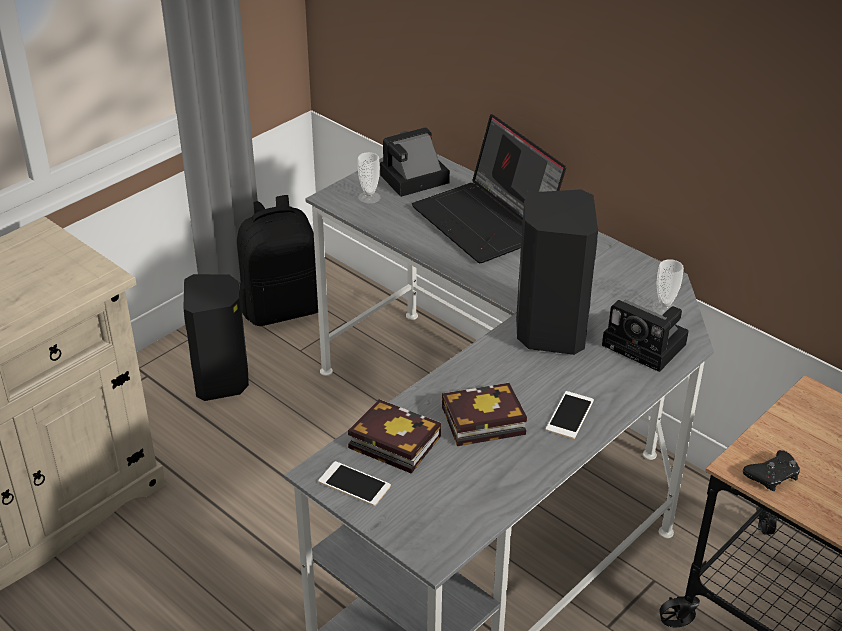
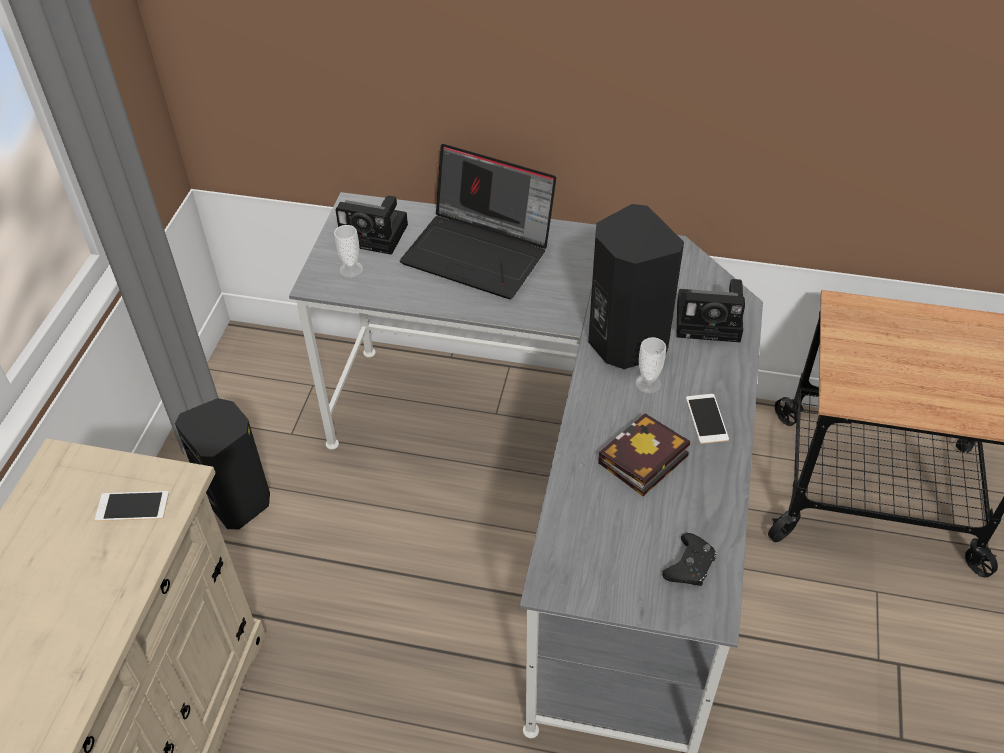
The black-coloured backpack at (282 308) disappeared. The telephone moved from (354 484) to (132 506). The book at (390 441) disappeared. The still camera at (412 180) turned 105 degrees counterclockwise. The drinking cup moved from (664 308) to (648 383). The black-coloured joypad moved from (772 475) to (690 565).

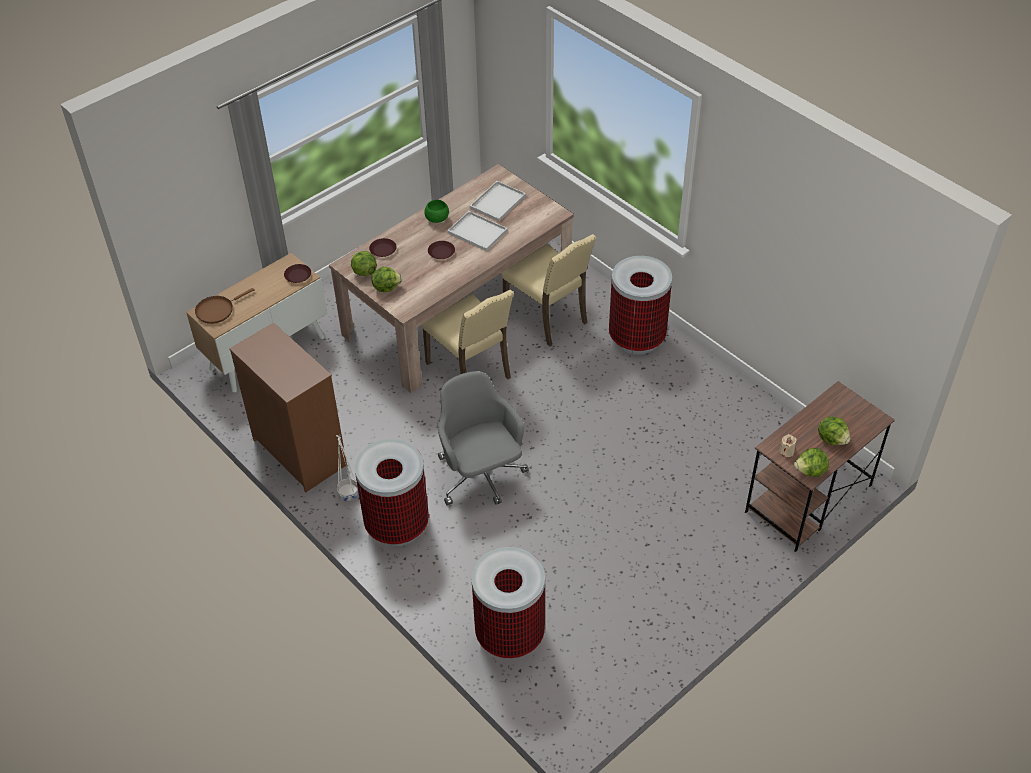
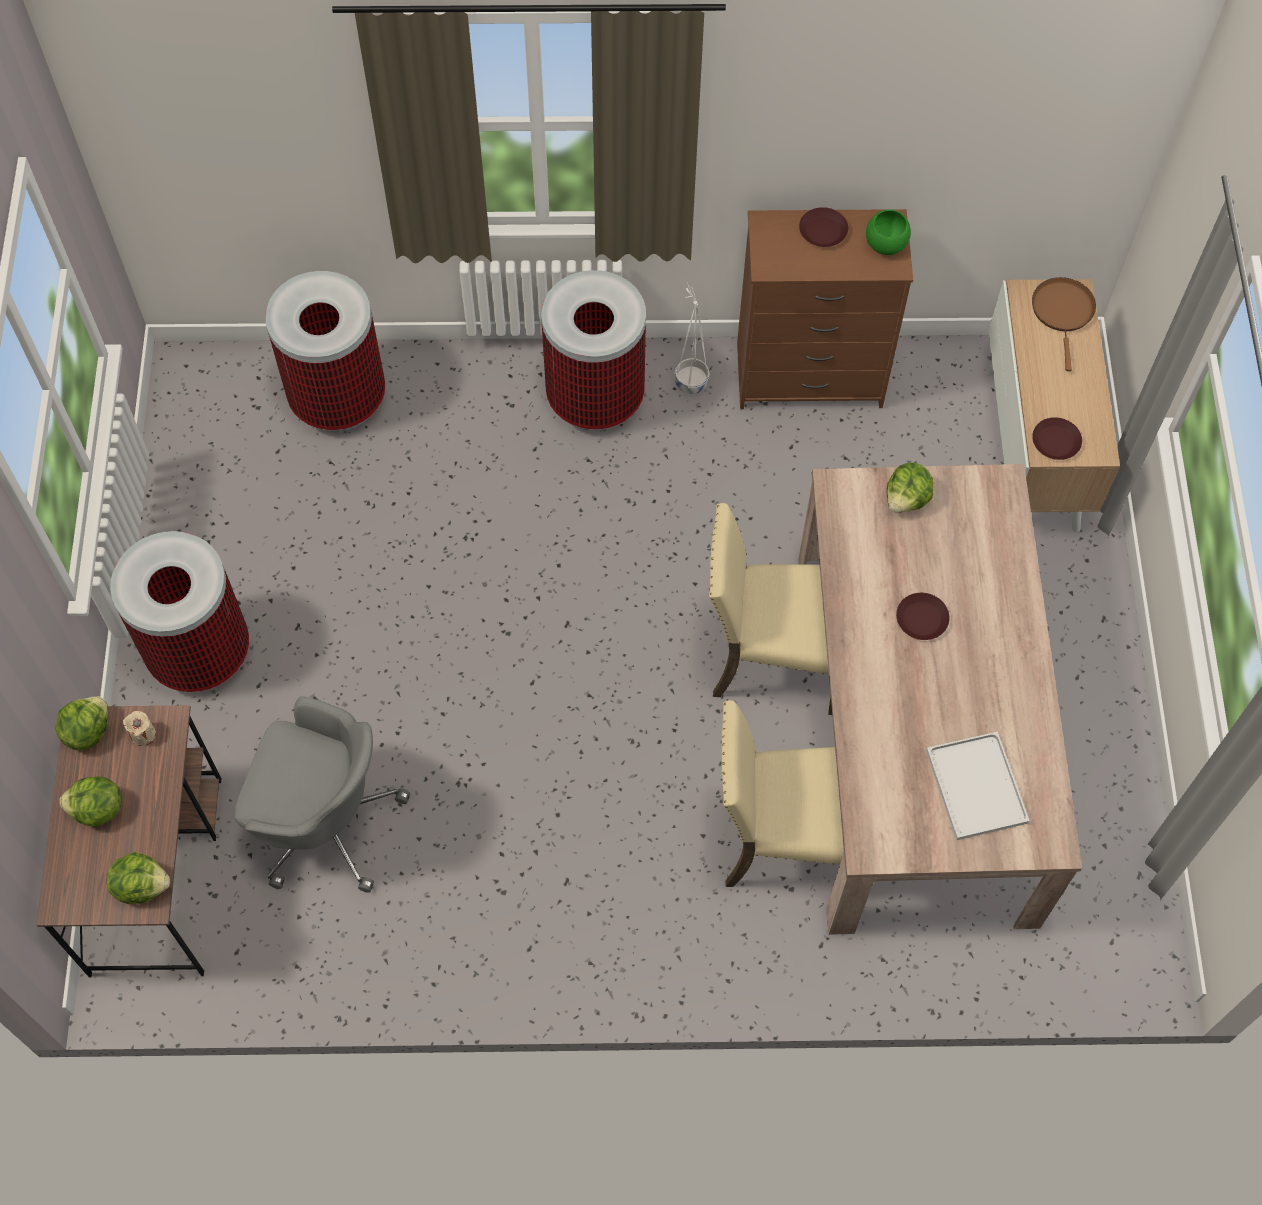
The lettuce head moved from (364 272) to (142 885). The brownish plate moved from (382 250) to (823 230). The green-coloured serving bowl moved from (437 219) to (885 244). The grey computer chair moved from (481 476) to (325 822). The whitish serving tray at (476 232) disappeared. The waste bin moved from (637 338) to (200 653).

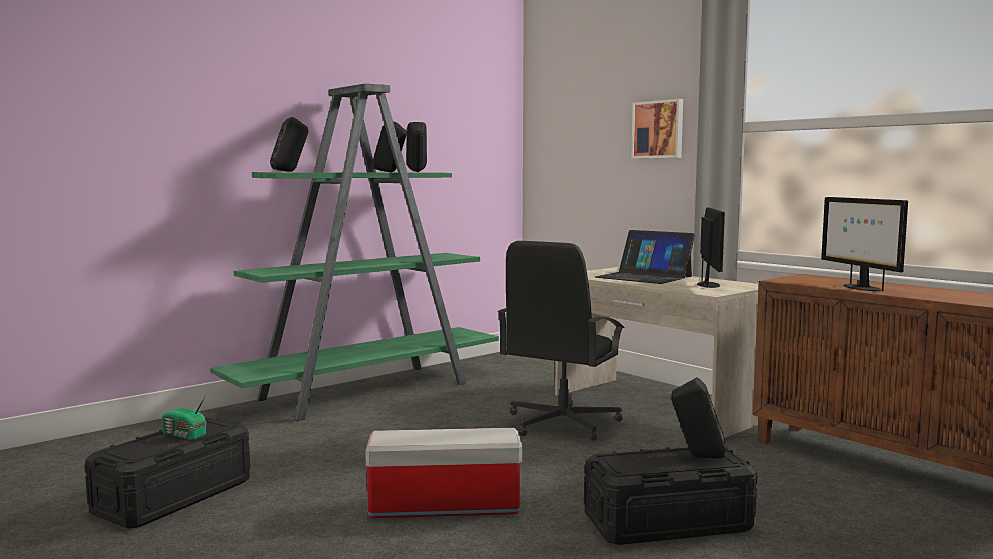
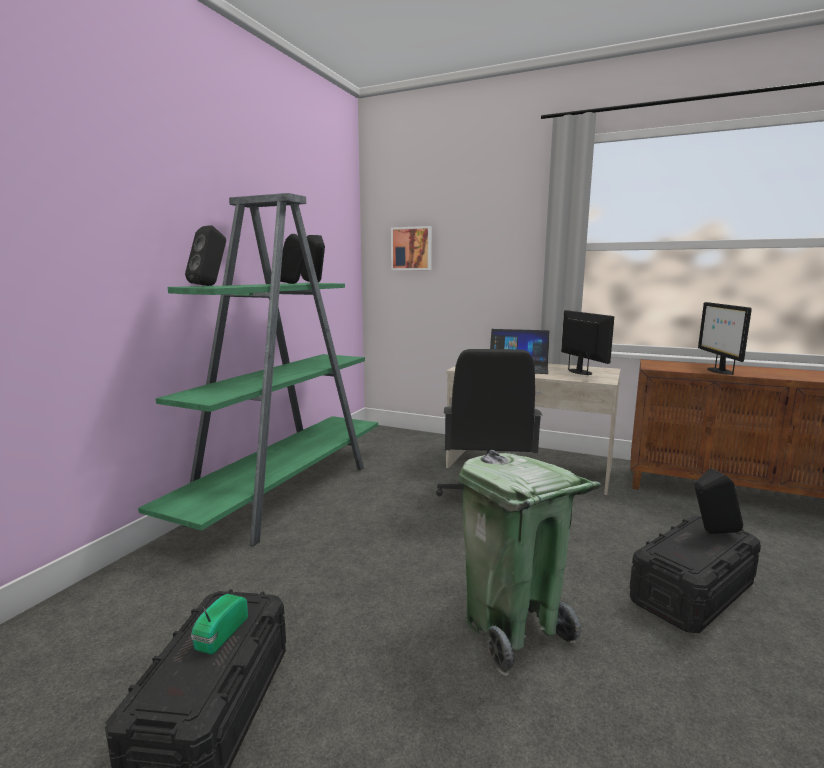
The radio set at (184 435) turned 105 degrees clockwise. The storage box at (442 506) was replaced by the green-coloured waste bin at (512 629). The wall picture moved from (658 129) to (412 248). The computer display at (860 288) turned 45 degrees clockwise.

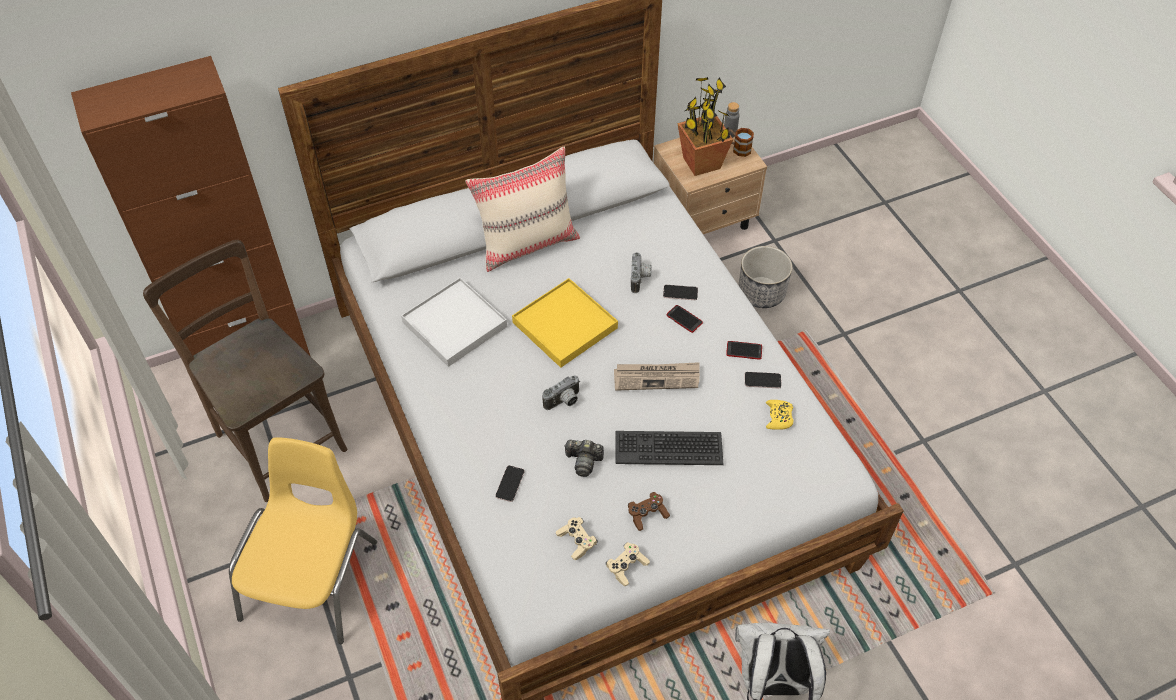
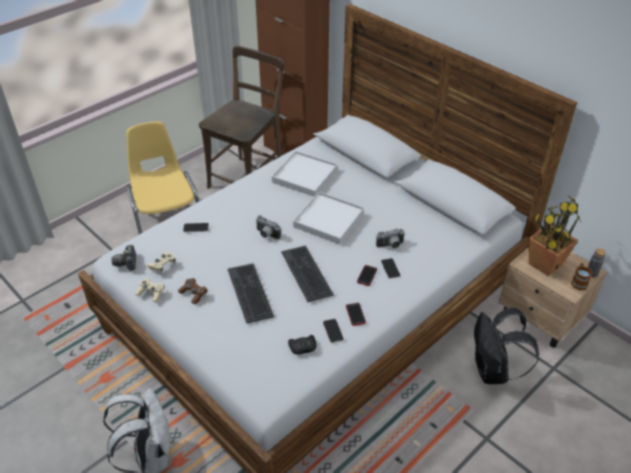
The yellowish plain chair at (312 578) turned 105 degrees counterclockwise. The beige pillow at (527 243) disappeared. The yellowish serving tray at (564 325) became the whitish serving tray at (328 220). The still camera moved from (584 461) to (127 262). The daily paper at (657 377) was replaced by the computer keyboard at (307 273). The plant pot at (761 292) was replaced by the black-coloured backpack at (493 371). The yellowish joypad at (778 417) became the black-coloured joypad at (303 347).

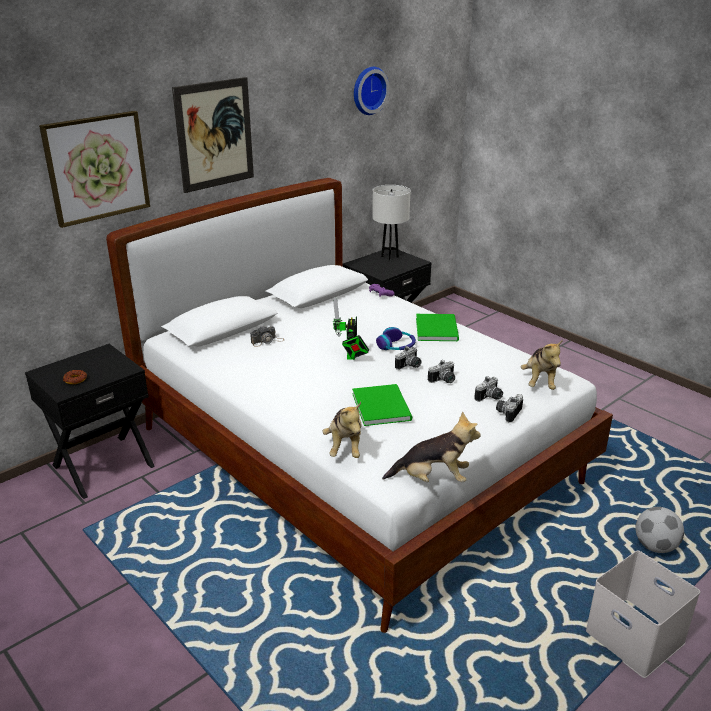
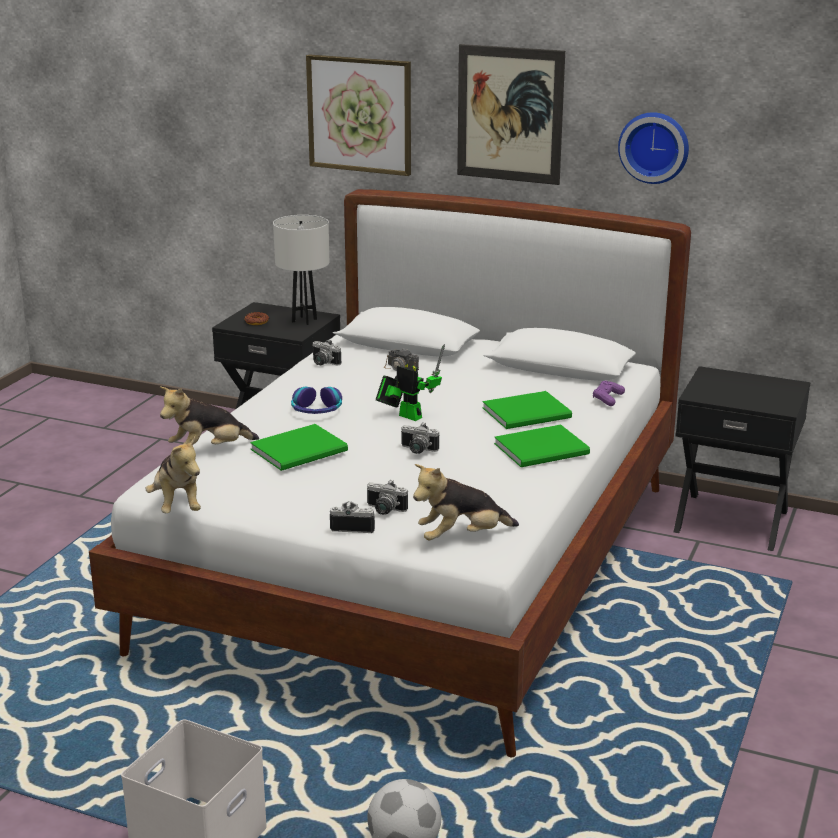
The toy robot at (351 357) turned 60 degrees clockwise. The clock on the wall moved from (368 90) to (654 147). The whitish lamp for a table moved from (390 257) to (304 320). The pair of headphones moved from (396 346) to (316 411). The still camera moved from (443 381) to (323 363). The green-coloured book at (529 413) appeared.

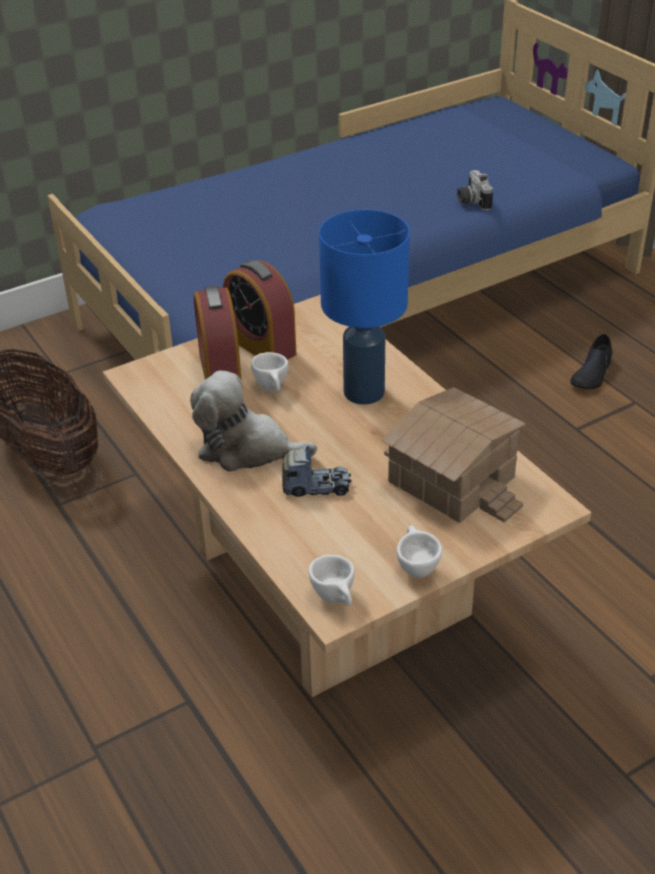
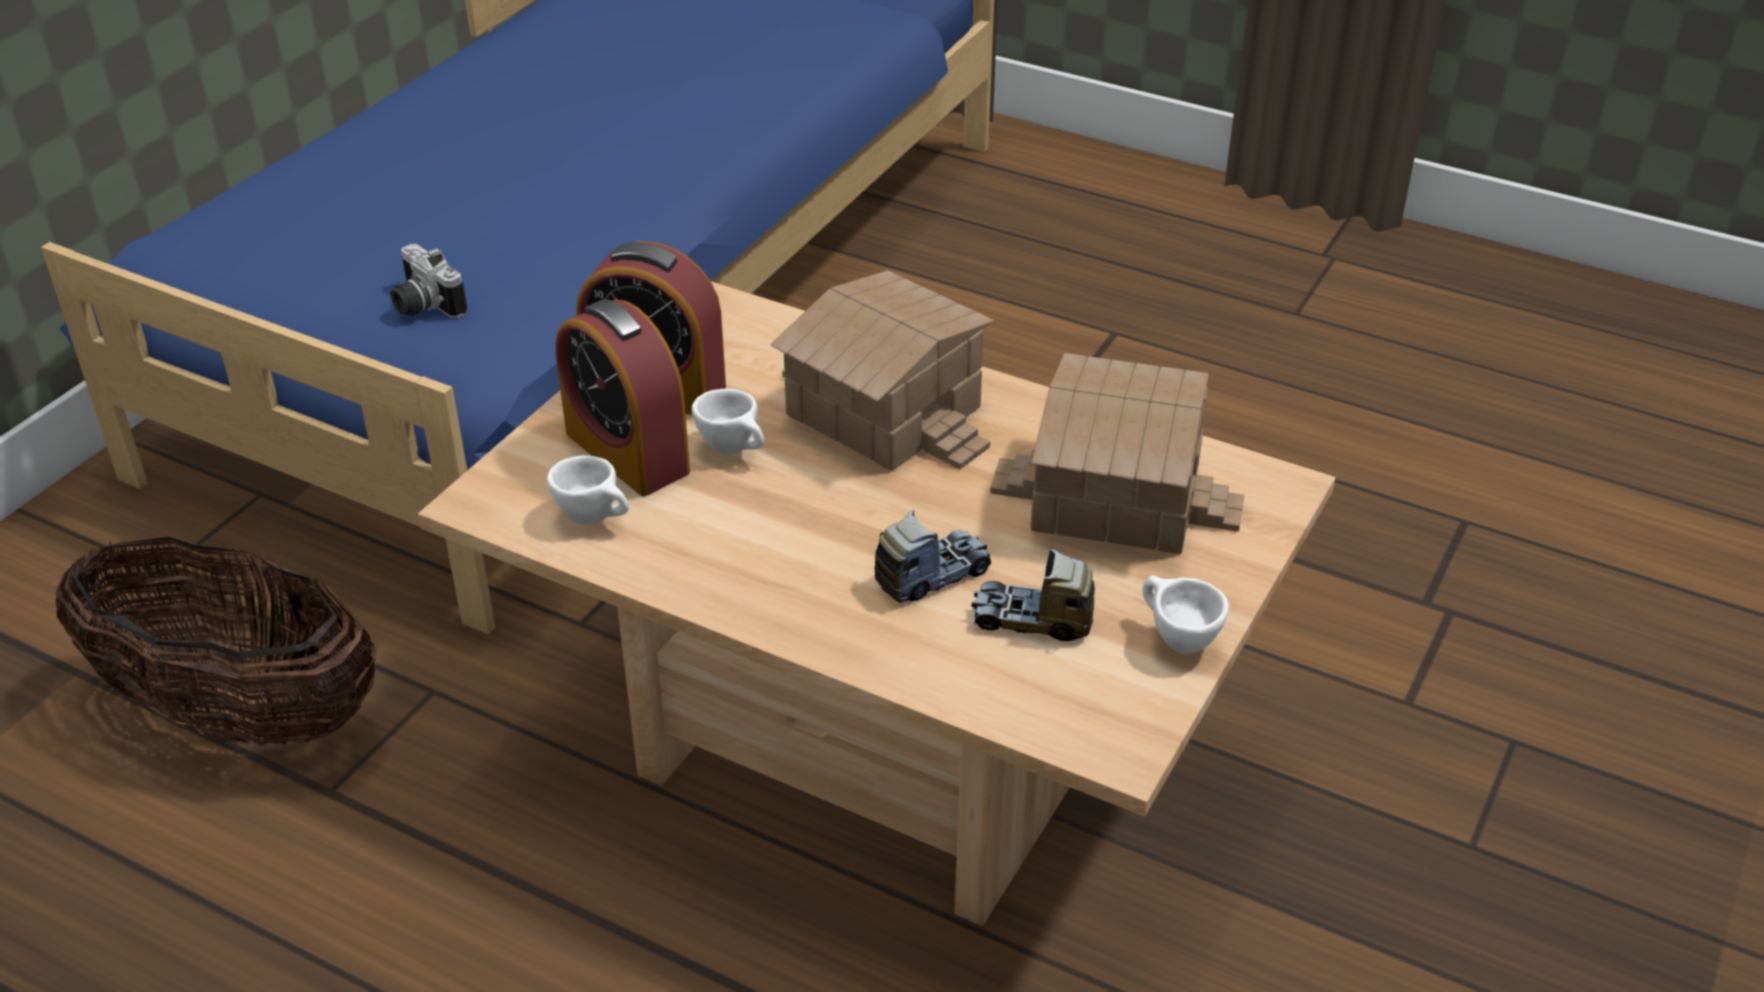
The cuddly toy at (247 449) disappeared. The whitish drinking cup moved from (336 599) to (596 519). The bluish lamp for a table at (363 393) was replaced by the model house at (881 412). The still camera moved from (471 201) to (422 306). The black-coloured low shoe at (592 374) disappeared. The toy lorry at (1032 621) appeared.

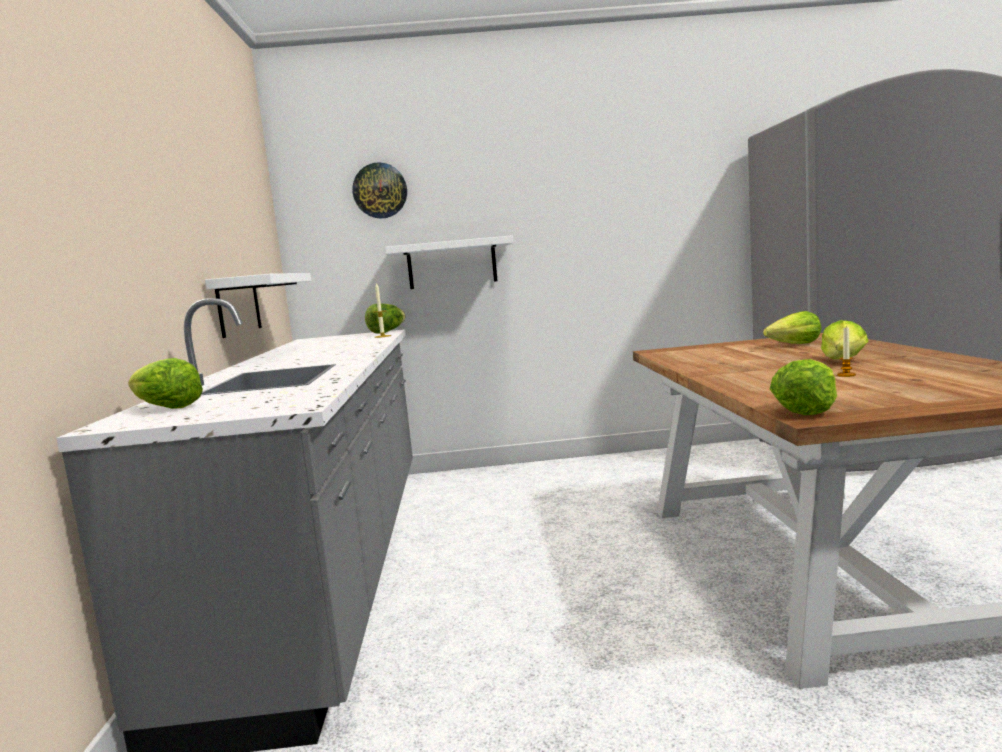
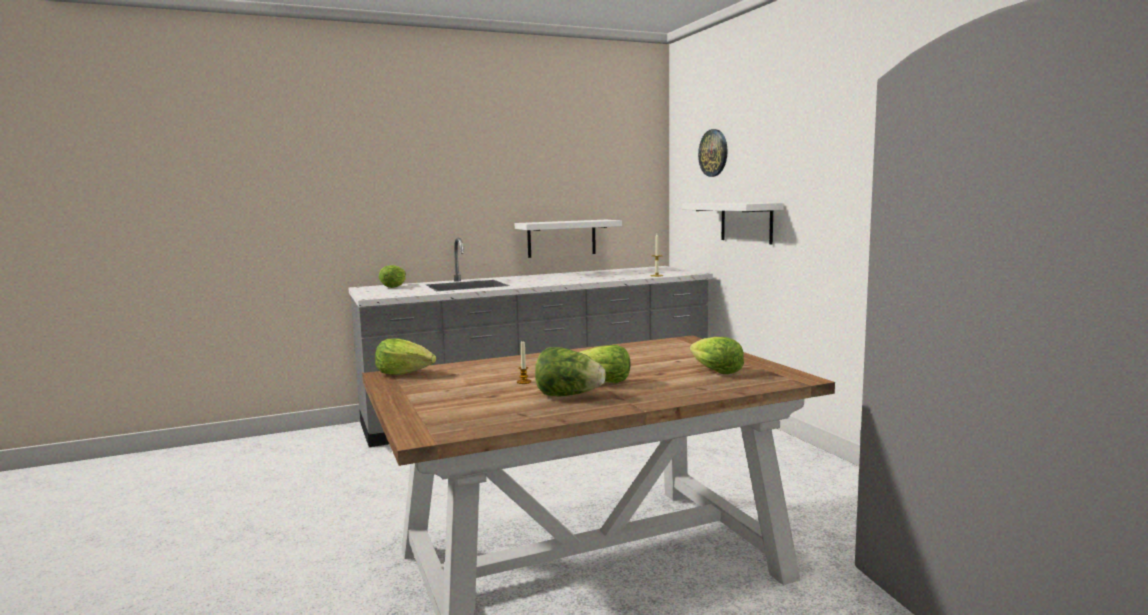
The lettuce head moved from (387 332) to (568 396).

